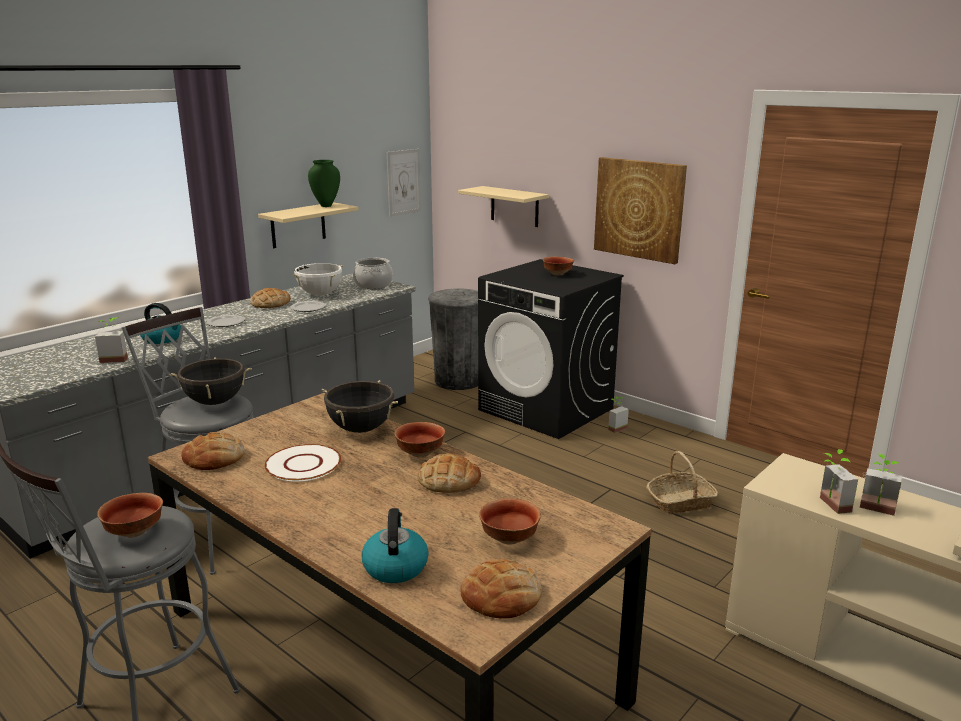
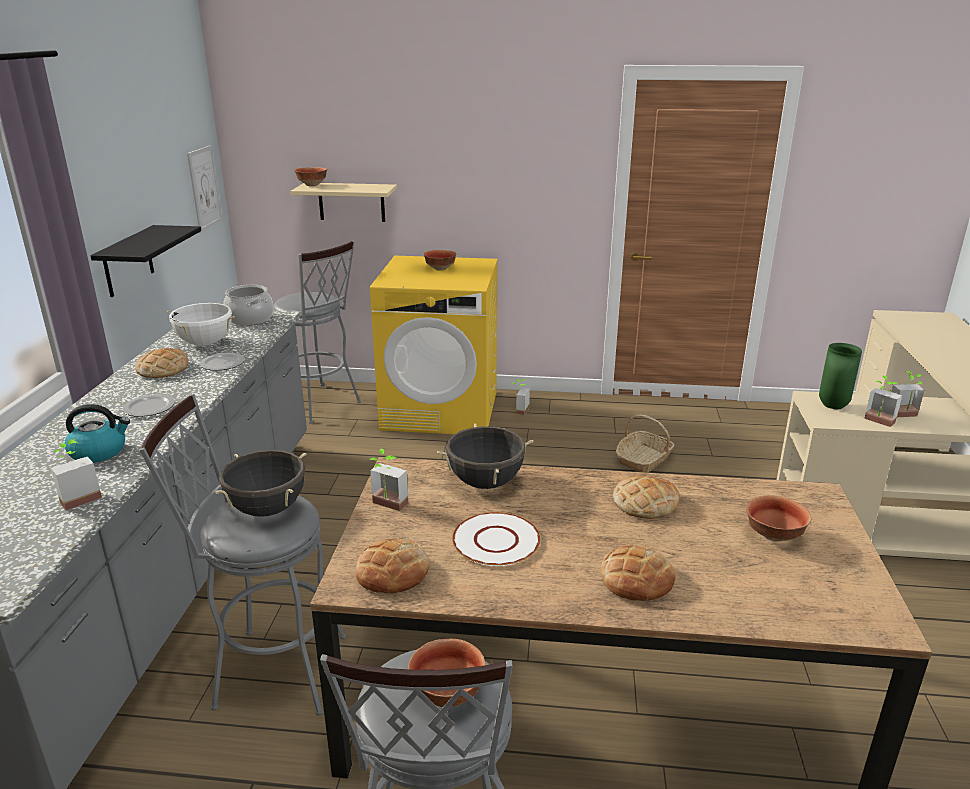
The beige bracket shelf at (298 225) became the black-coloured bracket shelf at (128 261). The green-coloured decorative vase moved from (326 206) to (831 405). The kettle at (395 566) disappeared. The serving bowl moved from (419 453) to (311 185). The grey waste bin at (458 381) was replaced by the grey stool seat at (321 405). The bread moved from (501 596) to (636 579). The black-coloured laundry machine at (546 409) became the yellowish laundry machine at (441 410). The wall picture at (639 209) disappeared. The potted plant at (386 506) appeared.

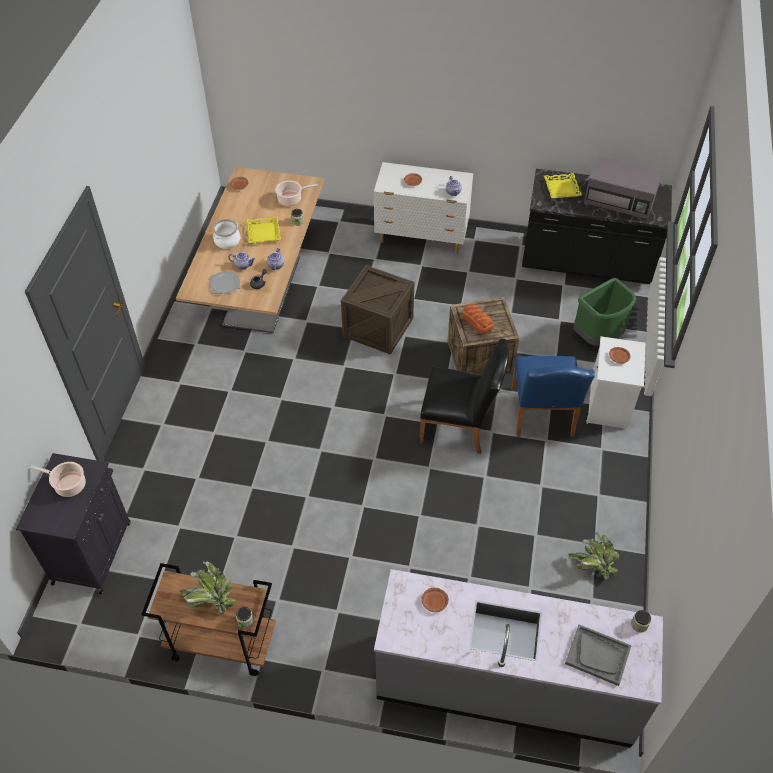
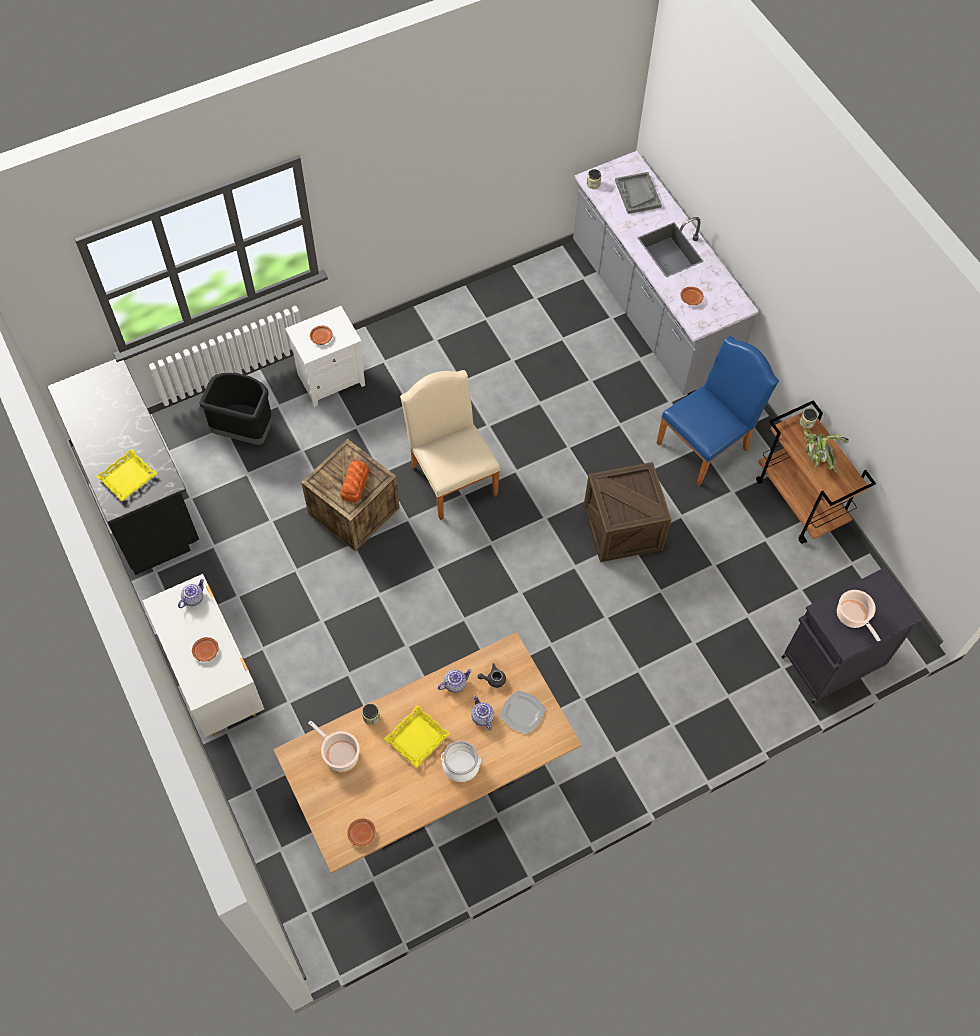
The shipping crate moved from (378 327) to (623 527). The black-coloured plain chair at (460 426) became the beige plain chair at (451 475). The bluish plain chair moved from (542 416) to (707 443). The potted plant at (592 566) disappeared. The green-coloured waste bin at (599 336) became the black-coloured waste bin at (244 430). The grey microwave oven at (620 199) disappeared.

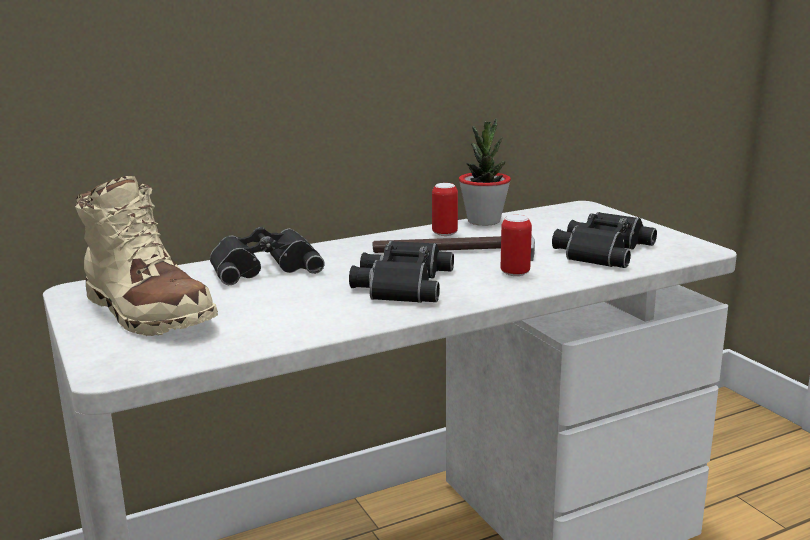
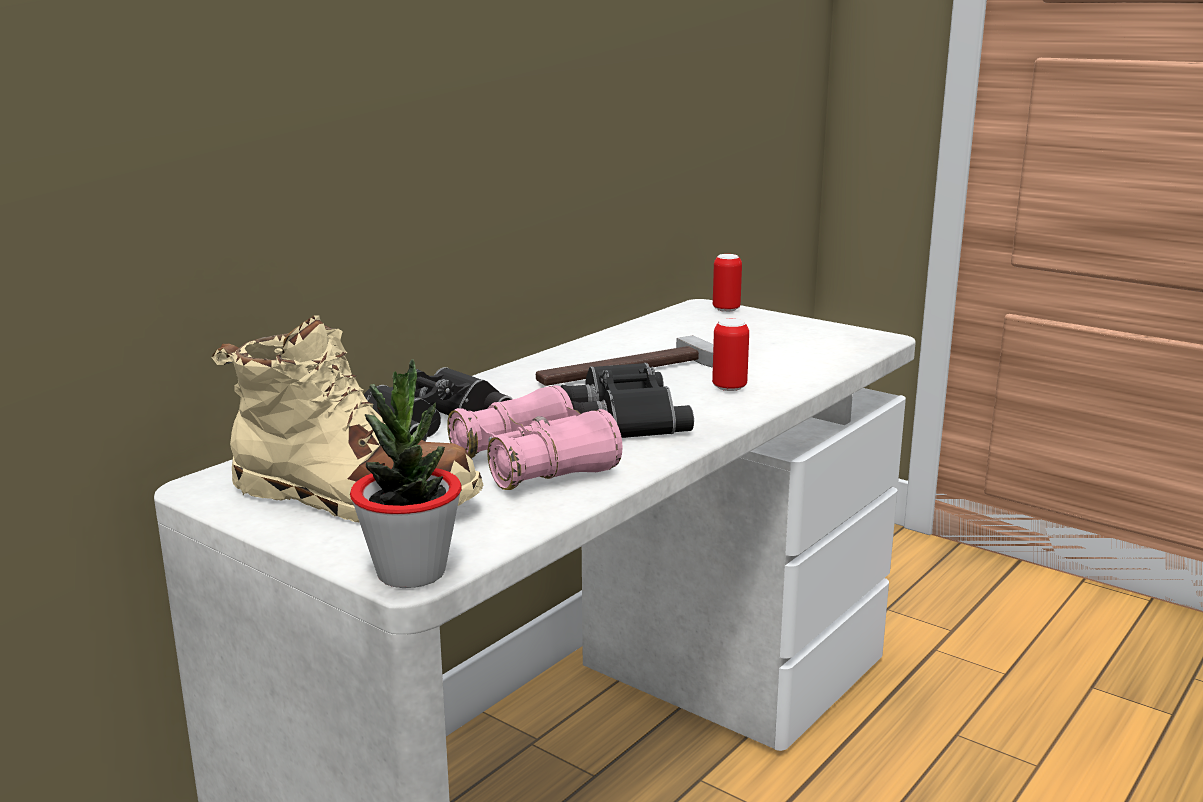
The metal can moved from (444 233) to (726 309). The potted plant moved from (484 221) to (411 572). The black-coloured pair of binoculars at (600 250) disappeared. The pink pair of binoculars at (534 464) appeared.

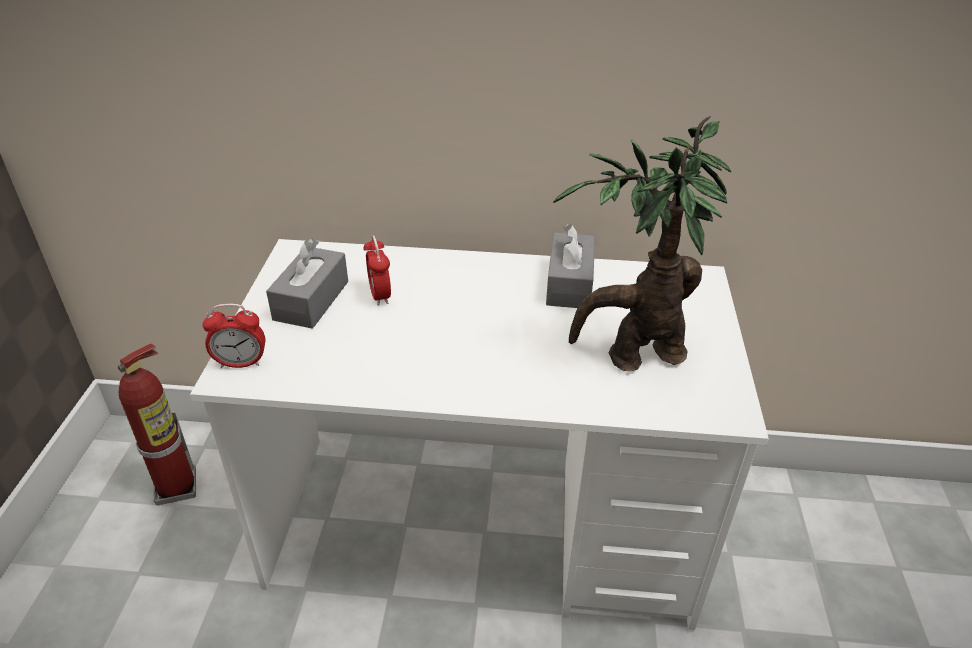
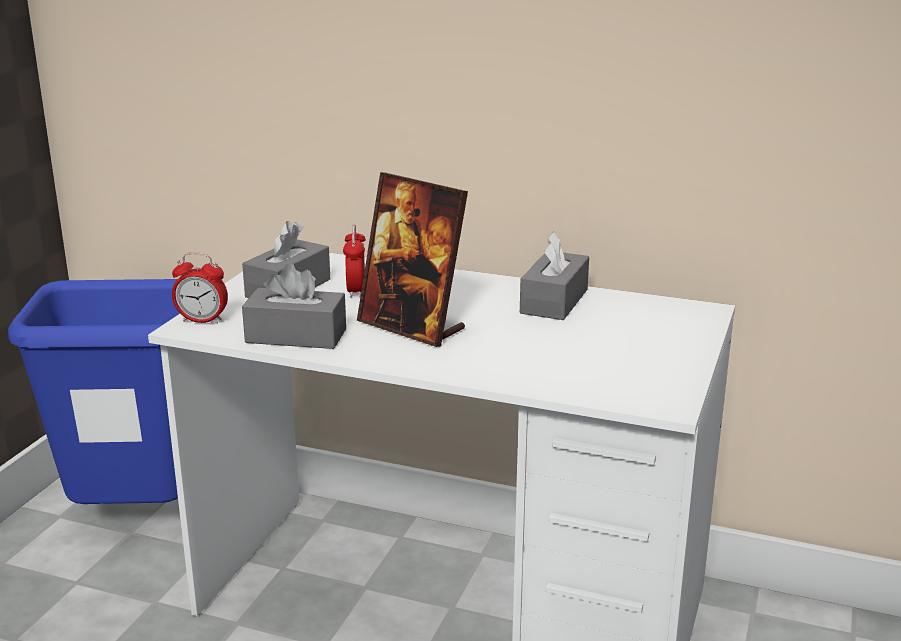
The fire extinguisher at (177 487) was replaced by the bluish waste bin at (139 519). The potted plant at (634 355) disappeared. The grey box of tissues at (296 336) appeared. The photo frame at (412 327) appeared.

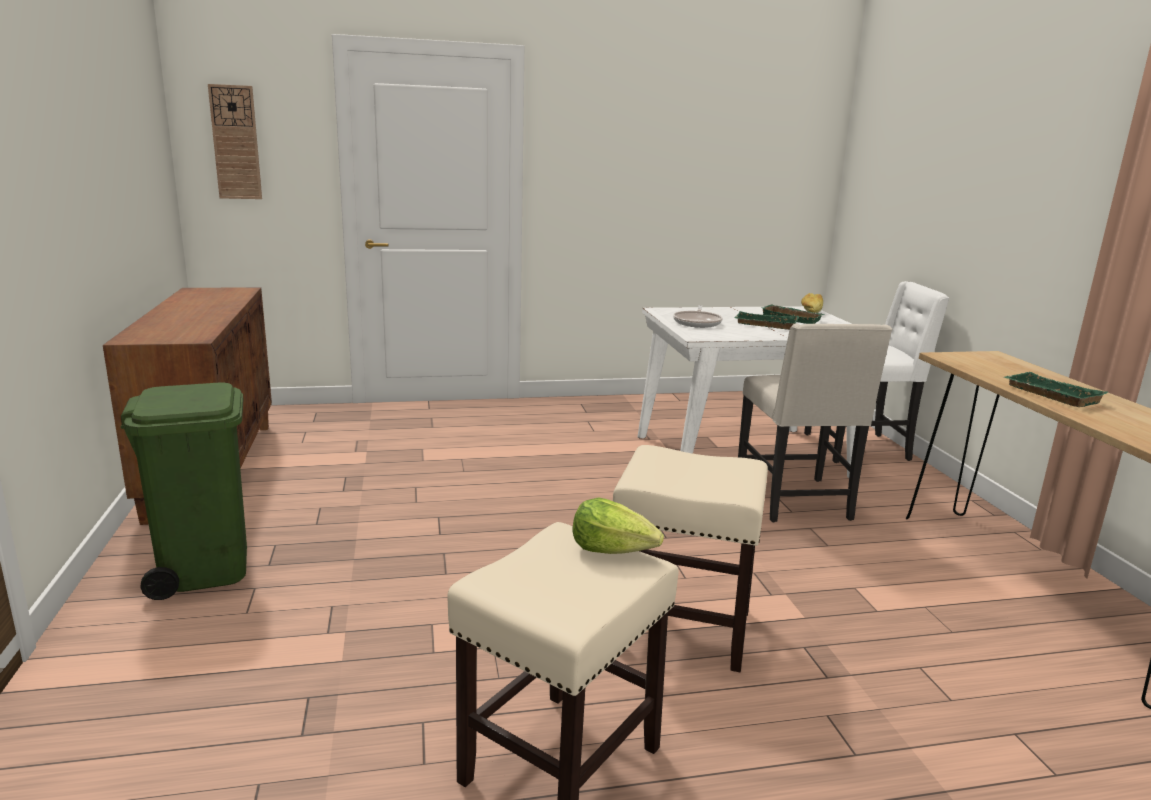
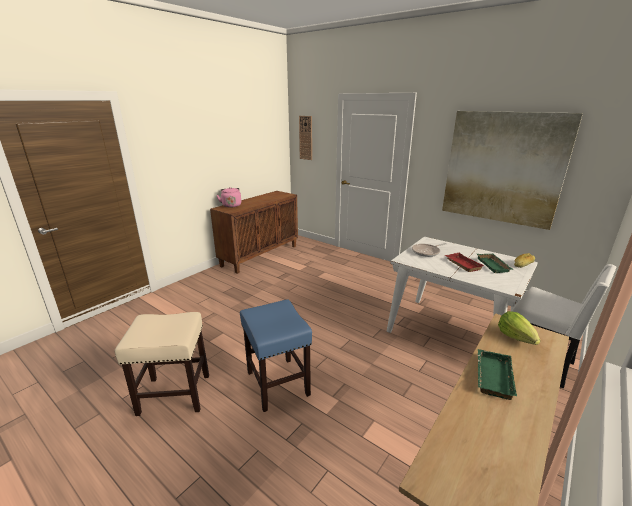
The green-coloured waste bin at (204 567) disappeared. The lettuce head moved from (613 549) to (516 337). The beige stool seat at (679 628) became the bluish stool seat at (277 382). The green-coloured serving tray at (764 325) became the red serving tray at (461 264). The beige plain chair at (795 501) disappeared. The pink kettle at (231 205) appeared. The wall picture at (503 168) appeared.

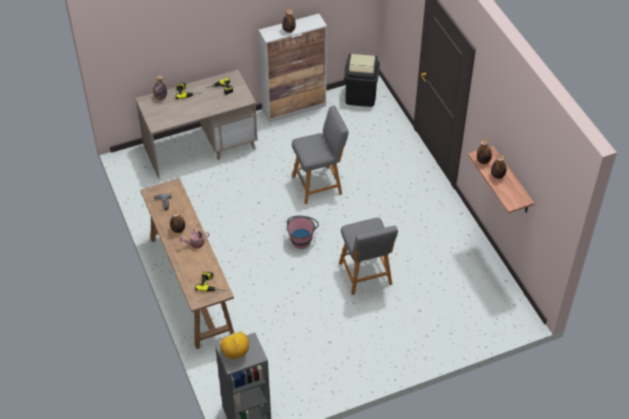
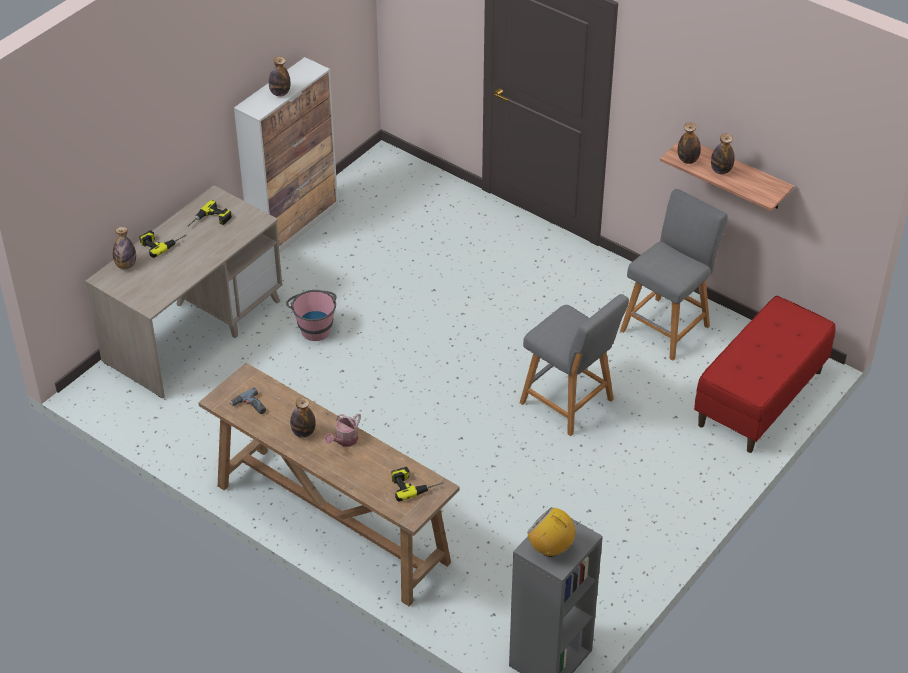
The pink bucket moved from (302 238) to (314 326). The grey stool seat moved from (319 184) to (667 326). The black-coloured waste bin at (361 96) disappeared. The red bench at (760 398) appeared.

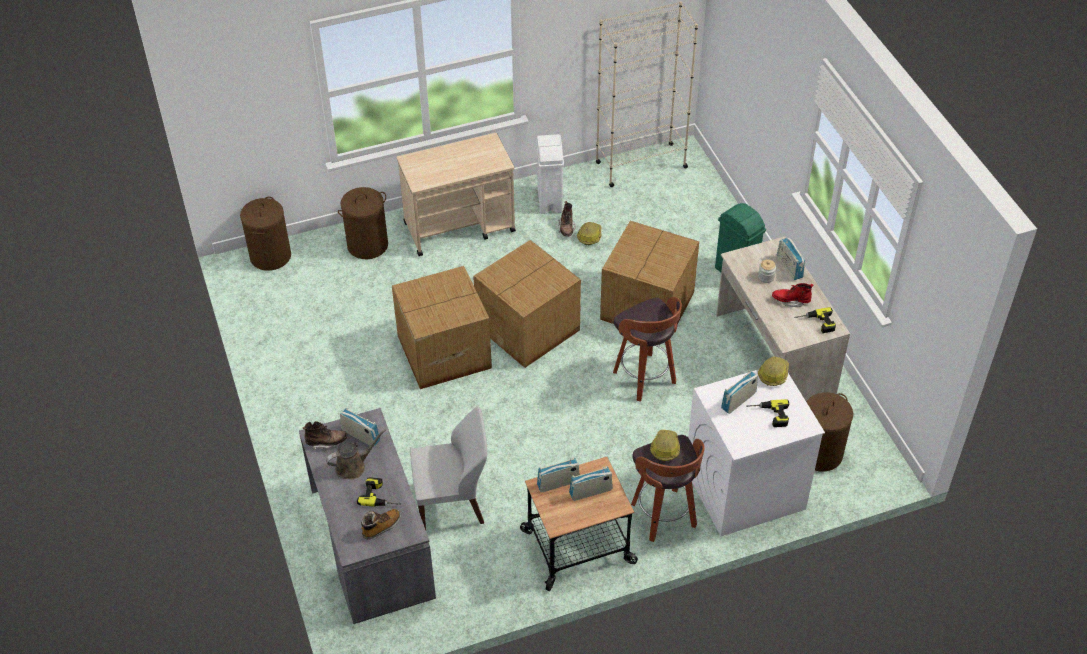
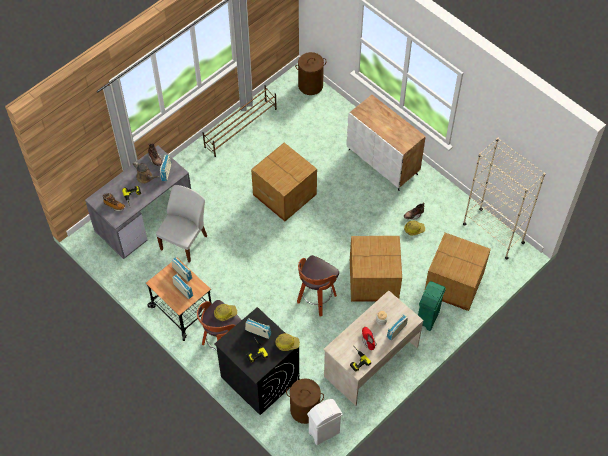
The brownish laundry basket at (368 245) disappeared. The beige cart at (460 227) was replaced by the whitish cupboard at (383 162). The whitish plain chair at (452 503) turned 120 degrees counterclockwise. The cardboard box moved from (529 328) to (454 284). The whitish waste bin moved from (550 201) to (324 432). The whitish laundry machine at (744 489) became the black-coloured laundry machine at (259 378). The brownish shoe rack at (241 128) appeared.

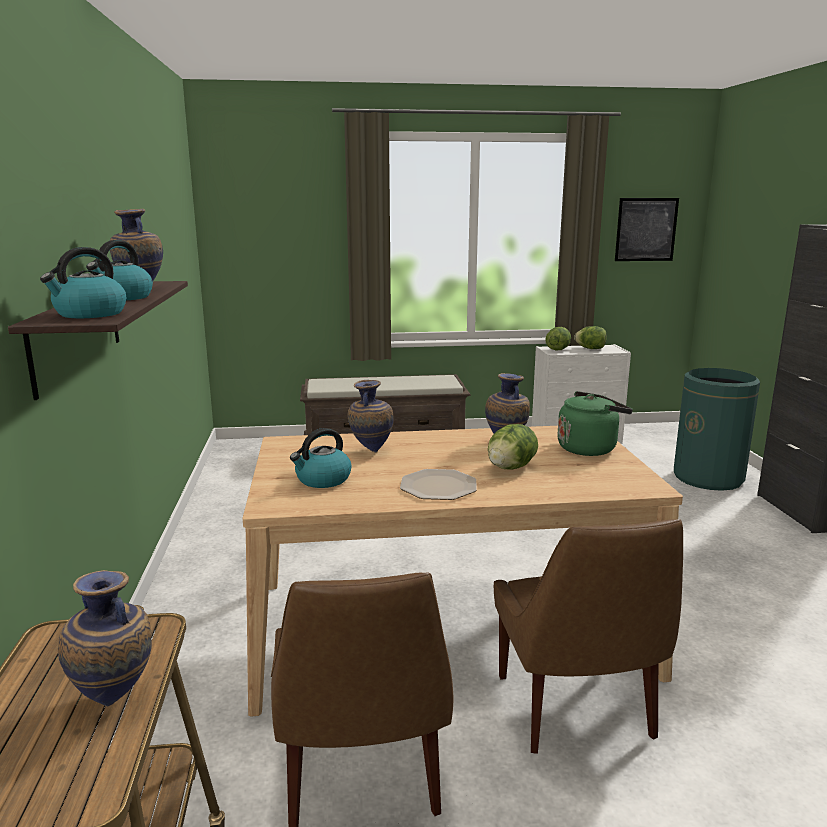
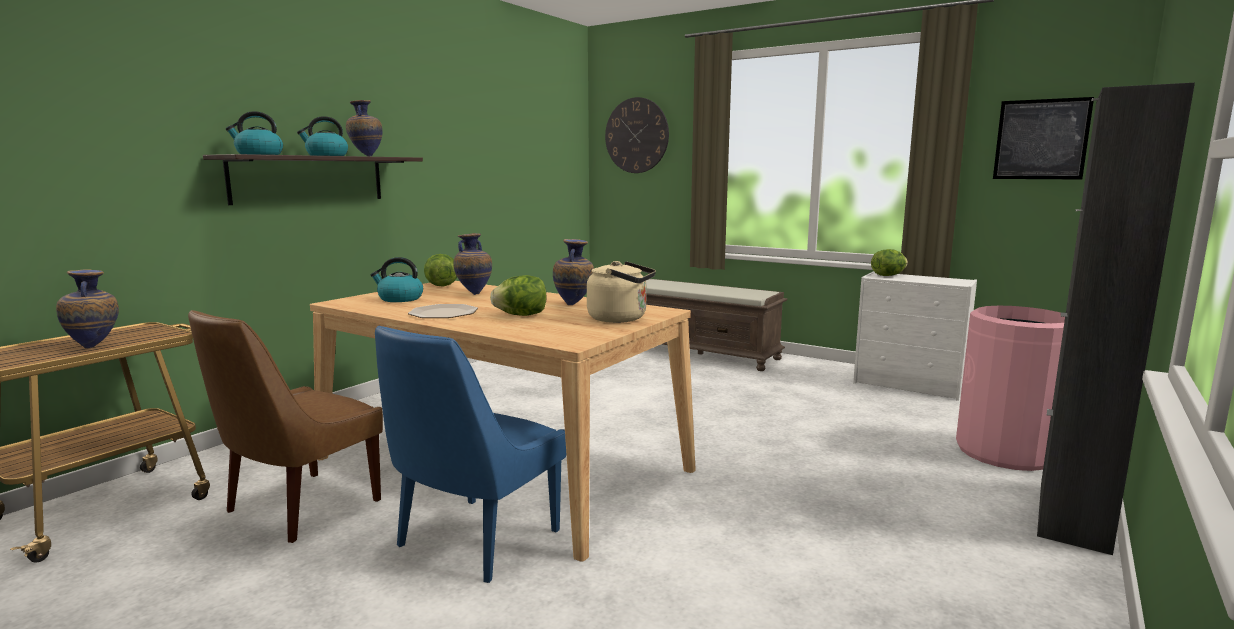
The brownish plain chair at (576 710) became the bluish plain chair at (474 541). The green-coloured kettle at (589 448) became the beige kettle at (621 319). The lettuce head moved from (590 349) to (441 285). The green-coloured waste bin at (708 478) became the pink waste bin at (1005 452). The clock on the wall at (636 135) appeared.

